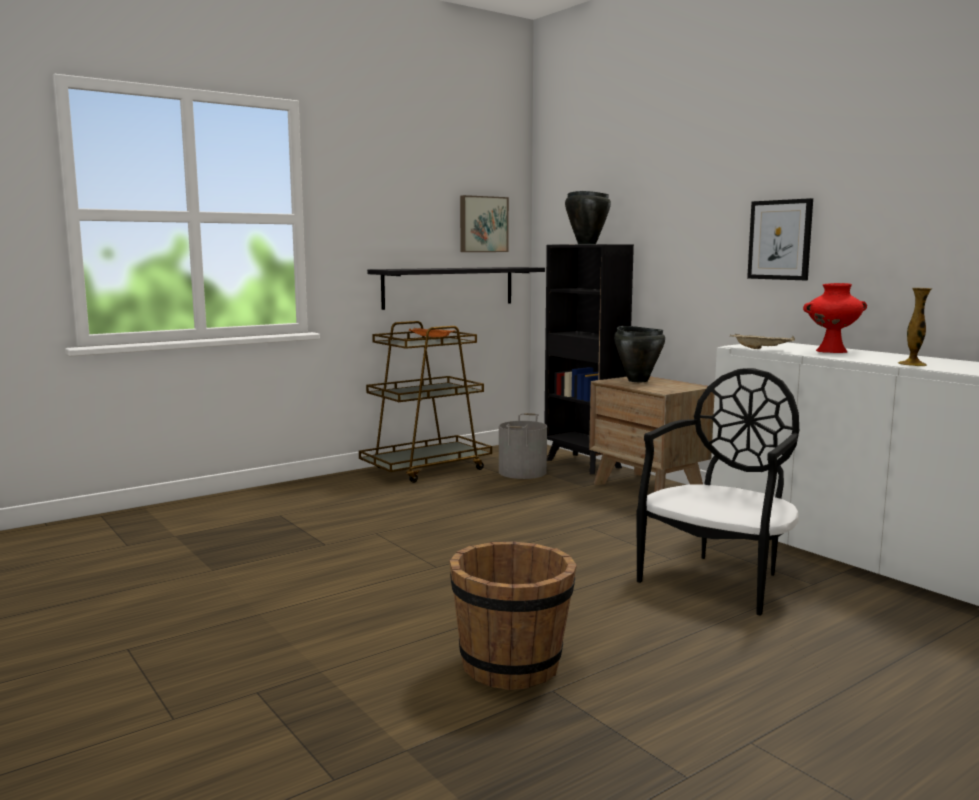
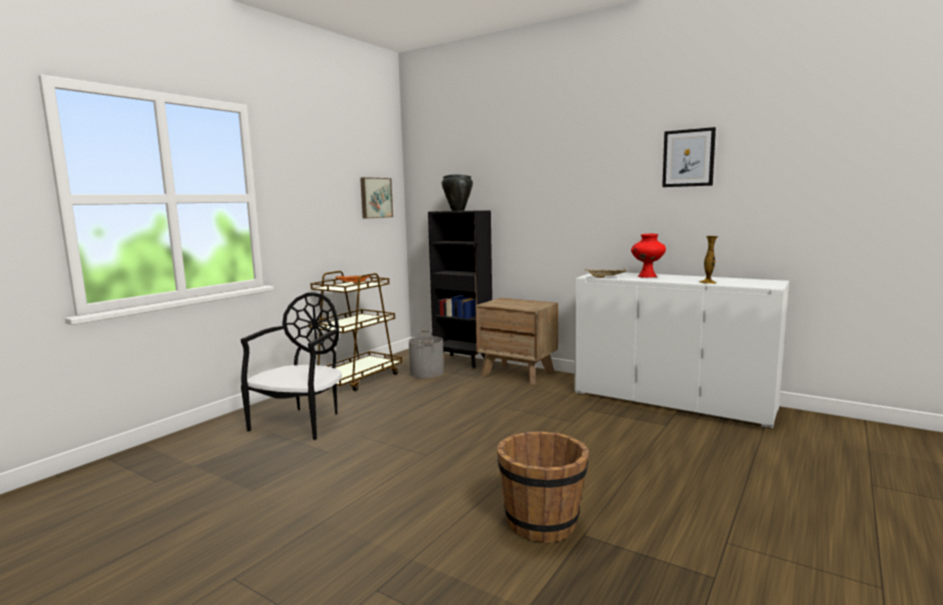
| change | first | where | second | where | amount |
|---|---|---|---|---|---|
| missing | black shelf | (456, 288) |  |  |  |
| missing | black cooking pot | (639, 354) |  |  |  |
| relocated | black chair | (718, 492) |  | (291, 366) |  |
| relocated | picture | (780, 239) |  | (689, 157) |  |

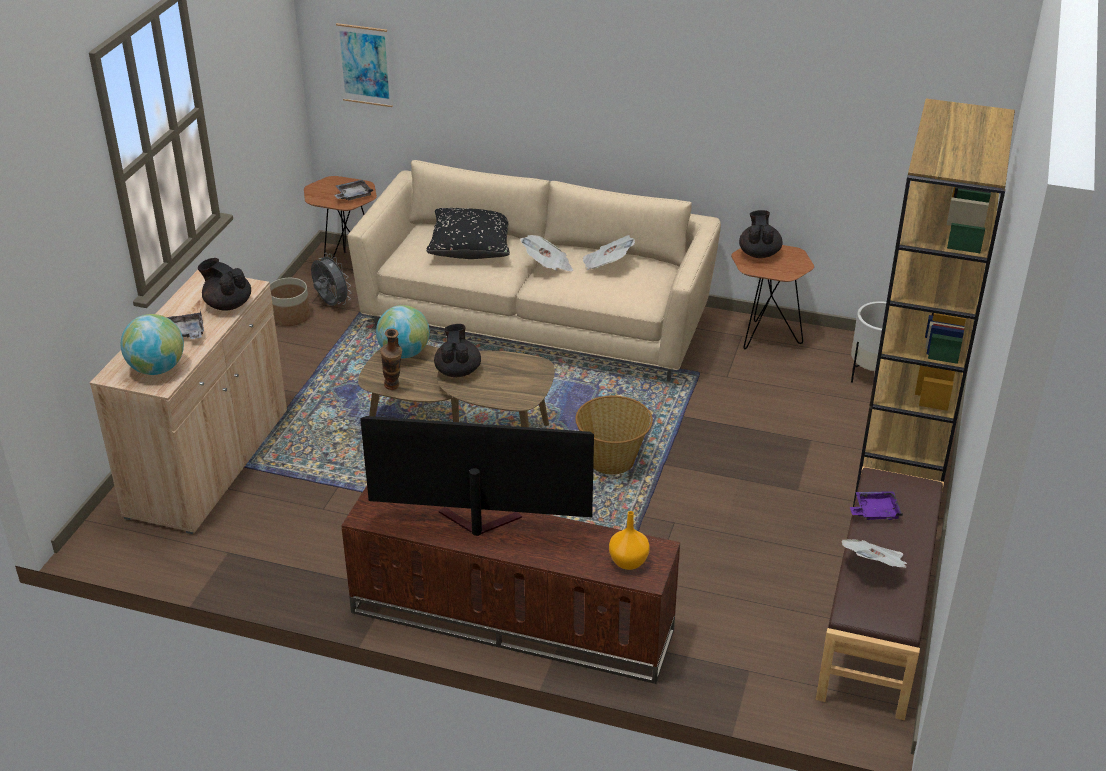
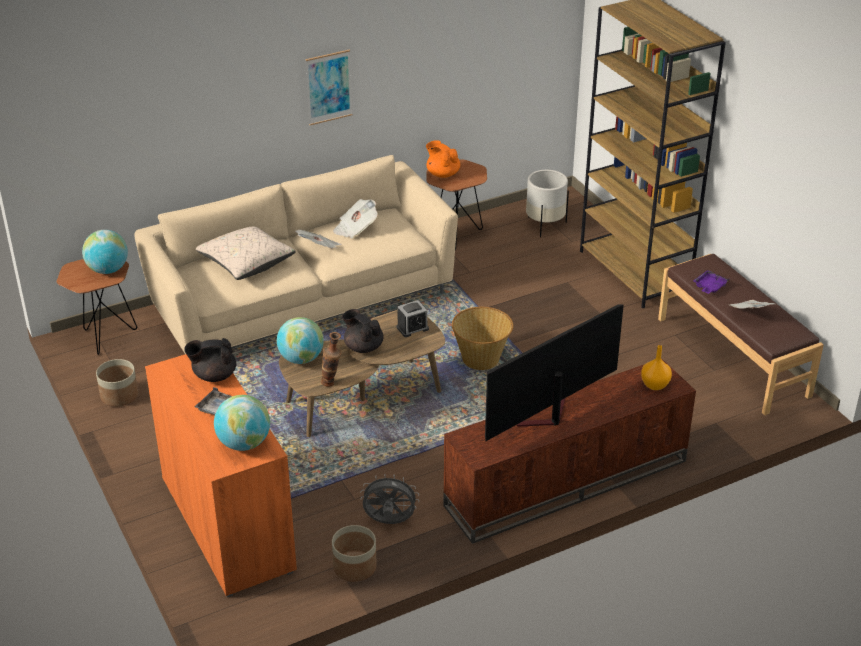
| change | first | where | second | where | amount |
|---|---|---|---|---|---|
| appeared |  |  | planter | (354, 553) |  |
| appeared |  |  | alarm clock | (413, 318) |  |
| relocated | grey fan | (331, 279) |  | (389, 499) |  |
| relocated | picture | (364, 65) |  | (328, 87) |  |
| exchanged | grey tray | (353, 190) | globe | (105, 252) |  |
| colour | beige cabinet | (188, 402) | orange cabinet | (221, 475) |  |
| colour | black pillow | (468, 233) | beige pillow | (246, 253) |  |
| colour | black teapot | (760, 234) | orange teapot | (443, 159) |  |

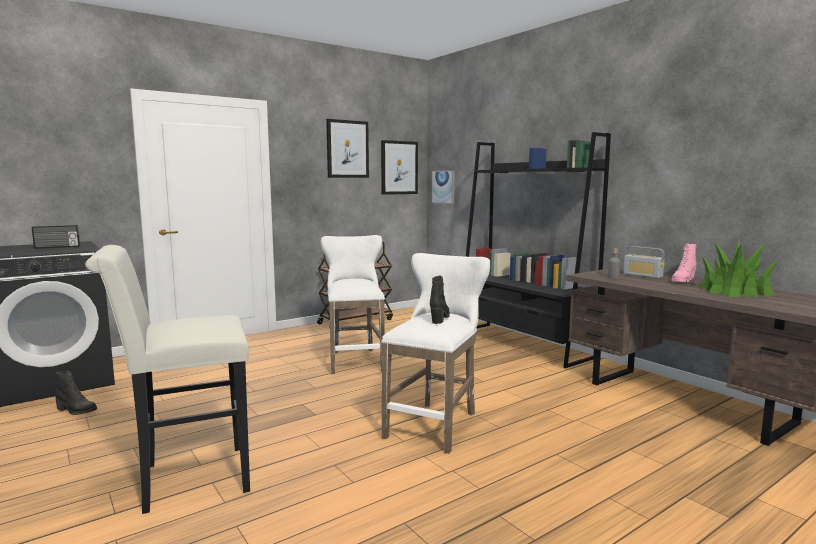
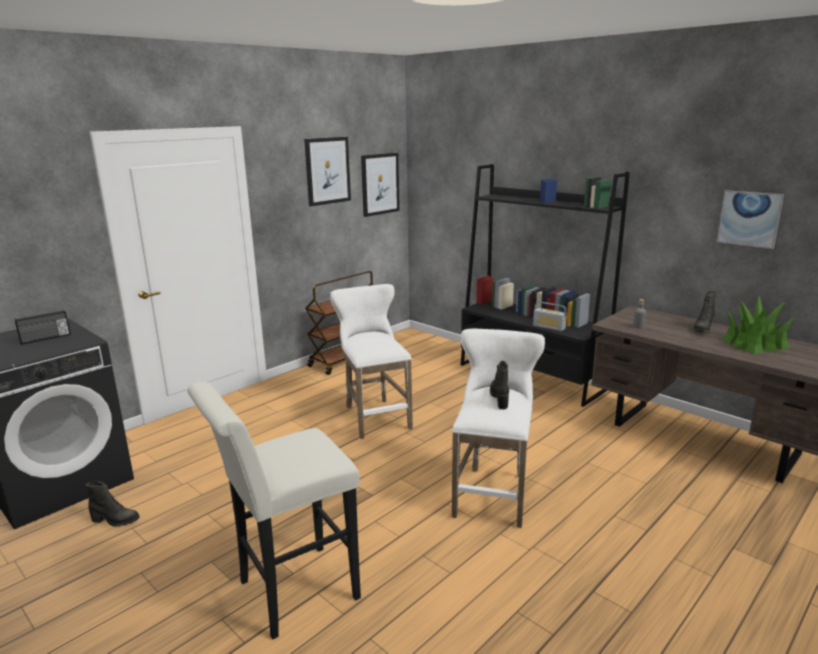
| change | first | where | second | where | amount |
|---|---|---|---|---|---|
| relocated | picture | (443, 187) |  | (750, 219) |  |
| relocated | radio | (643, 262) |  | (550, 316) |  |
| colour | pink boot | (684, 263) | black boot | (705, 312) |  |

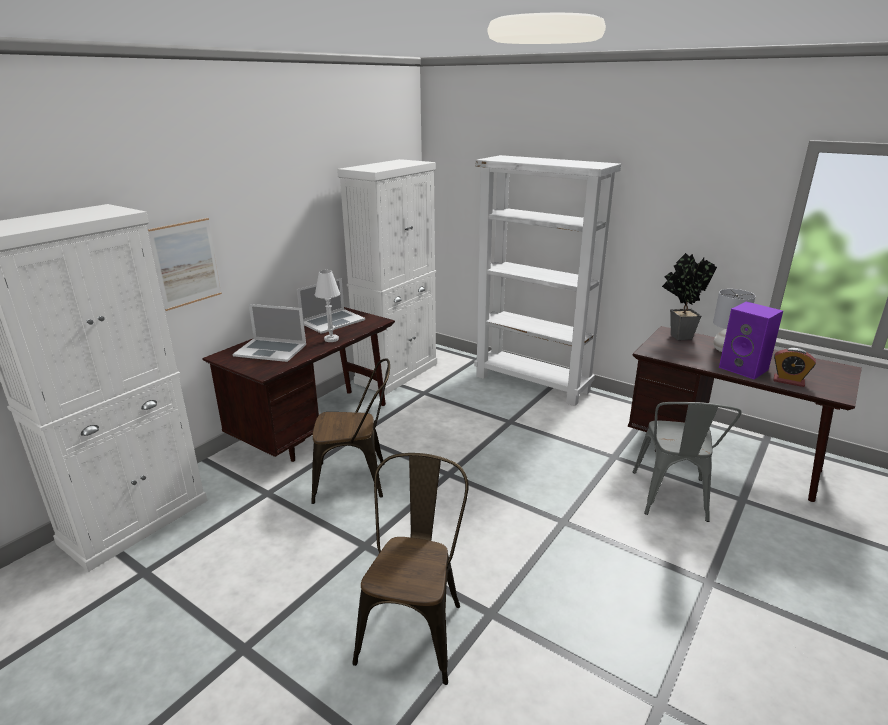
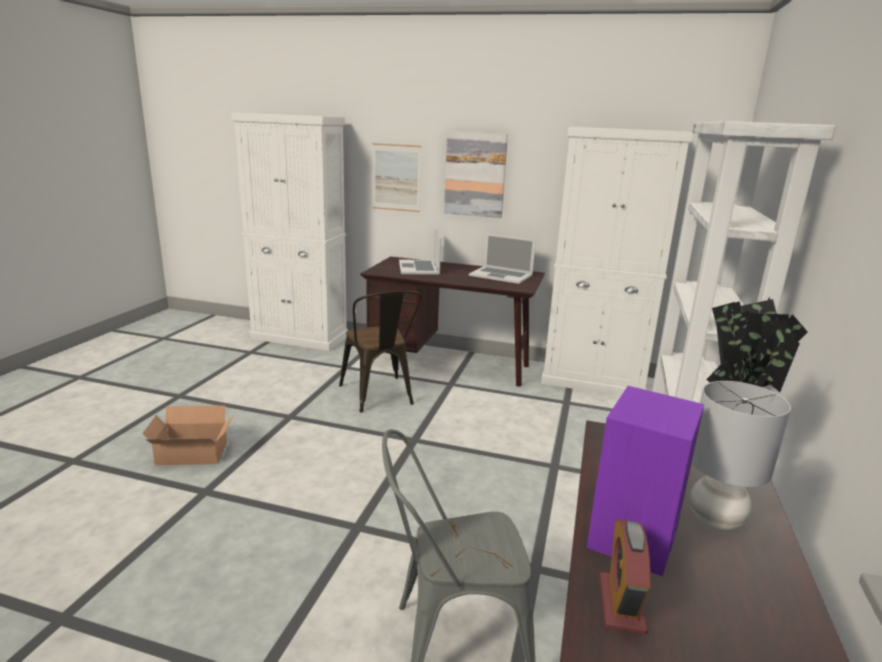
| change | first | where | second | where | amount |
|---|---|---|---|---|---|
| missing | white table lamp | (327, 306) |  |  |  |
| appeared |  |  | picture | (476, 174) |  |
| exchanged | brown chair | (410, 569) | cardboard box | (187, 435) |  |

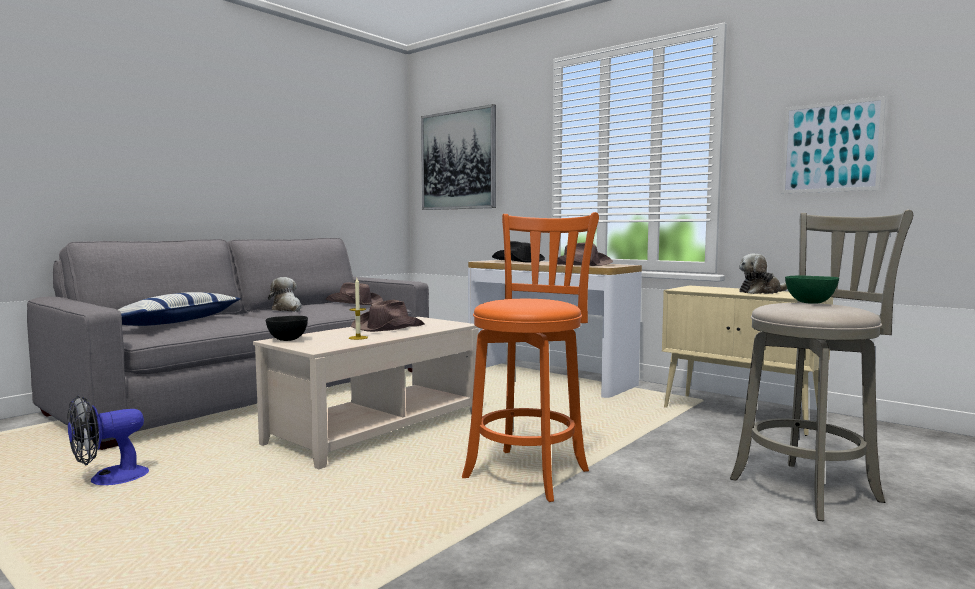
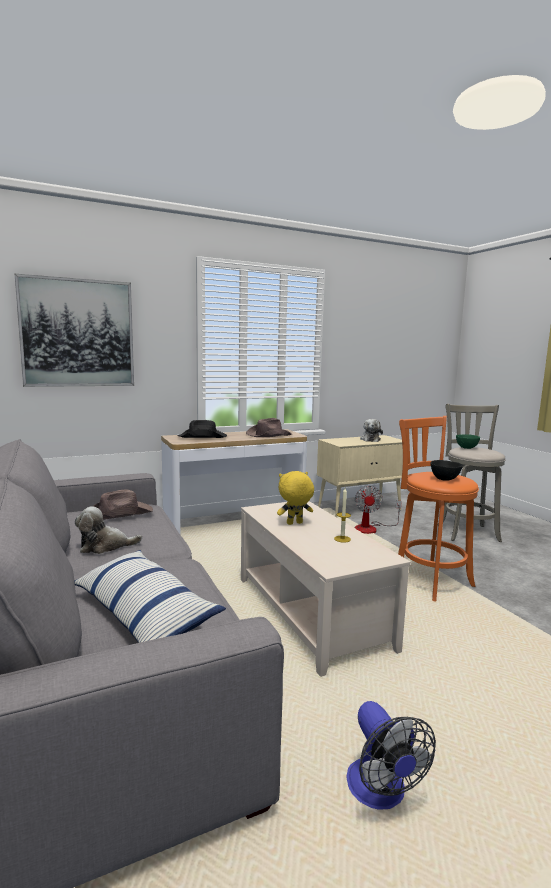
| change | first | where | second | where | amount |
|---|---|---|---|---|---|
| missing | picture | (833, 144) |  |  |  |
| appeared |  |  | fan | (378, 510) |  |
| relocated | black bowl | (287, 328) |  | (446, 470) |  |
| exchanged | brown hat | (388, 315) | yellow plush toy | (295, 498) |  |

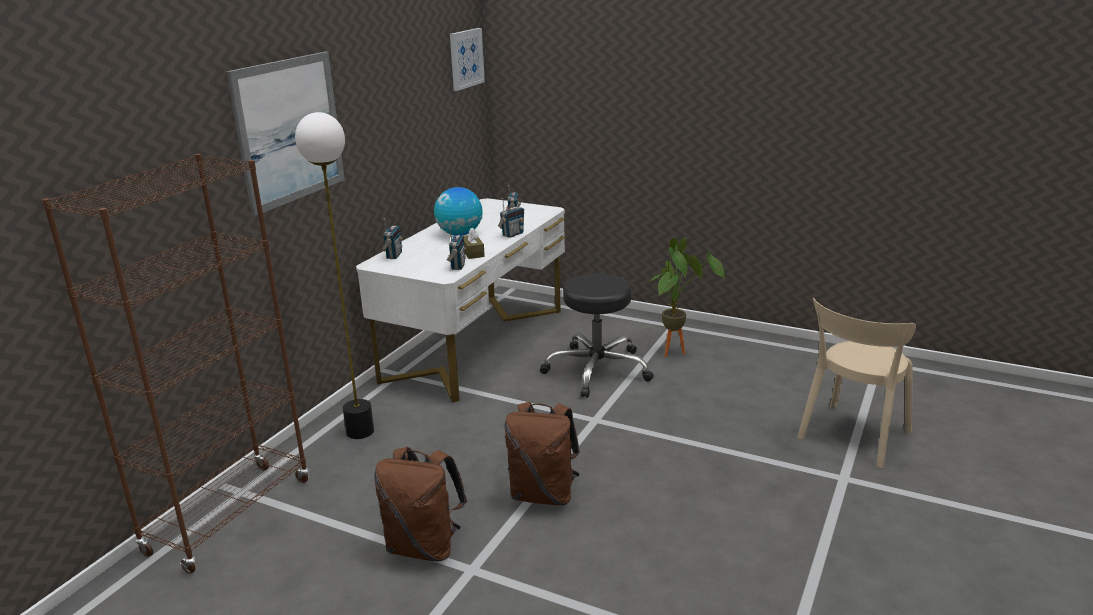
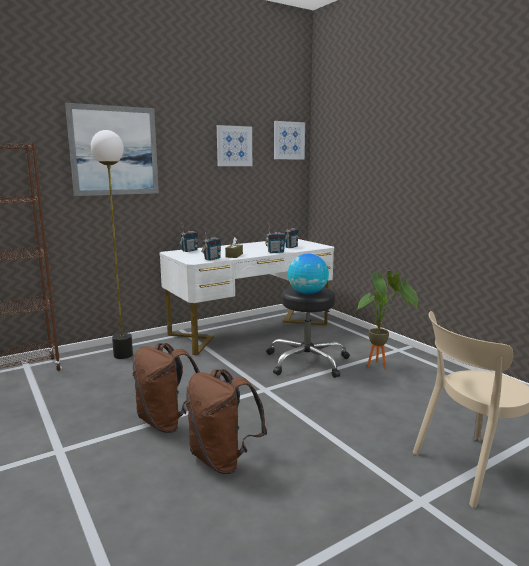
| change | first | where | second | where | amount |
|---|---|---|---|---|---|
| appeared |  |  | picture | (234, 145) |  |
| relocated | brown backpack | (420, 504) |  | (226, 421) |  |
| relocated | globe | (458, 211) |  | (308, 273) |  |

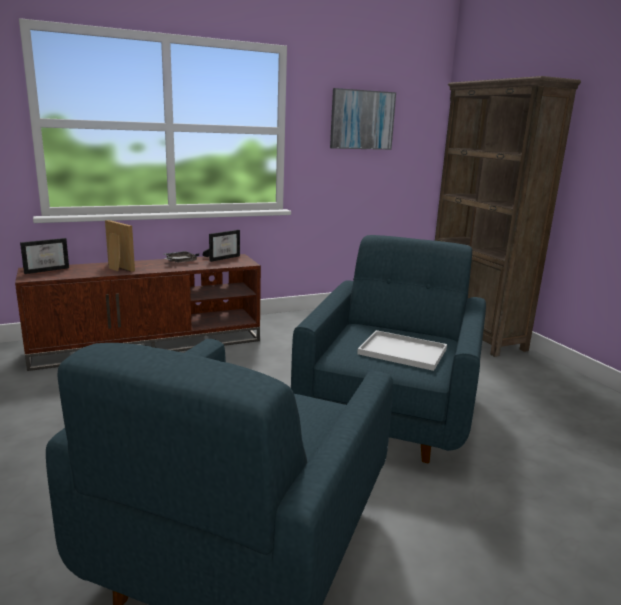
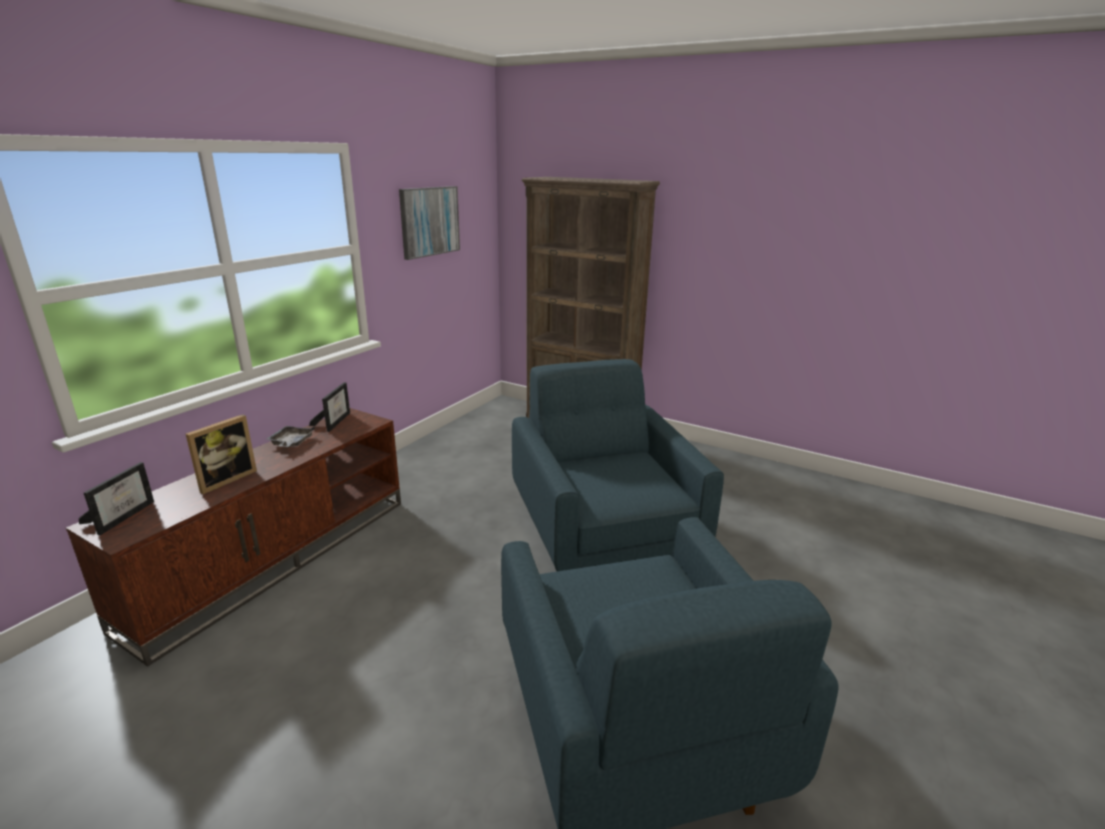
| change | first | where | second | where | amount |
|---|---|---|---|---|---|
| missing | white tray | (402, 350) |  |  |  |
| spun | picture frame | (120, 246) |  | (221, 454) | 120 degrees clockwise |

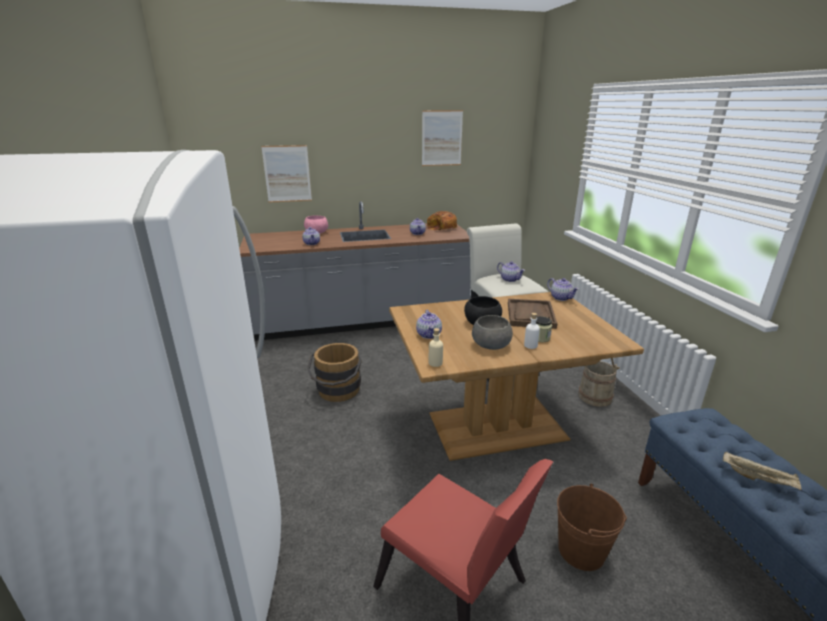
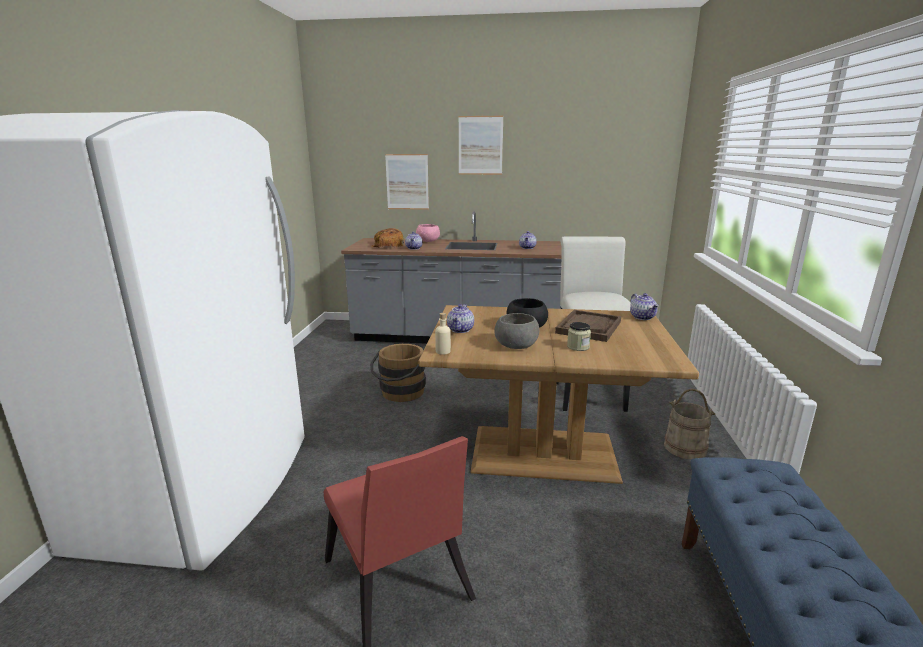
| change | first | where | second | where | amount |
|---|---|---|---|---|---|
| missing | teapot | (511, 271) |  |  |  |
| missing | white bottle | (532, 331) |  |  |  |
| missing | brown bucket | (592, 527) |  |  |  |
| missing | beige tray | (762, 470) |  |  |  |
| relocated | picture | (442, 138) |  | (481, 145) |  |
| relocated | bread | (442, 220) |  | (388, 238) |  |

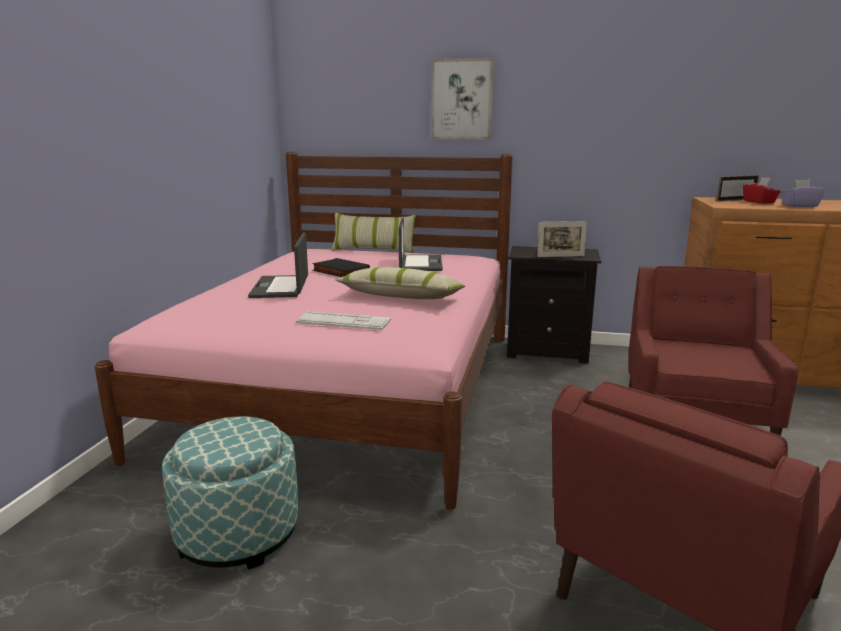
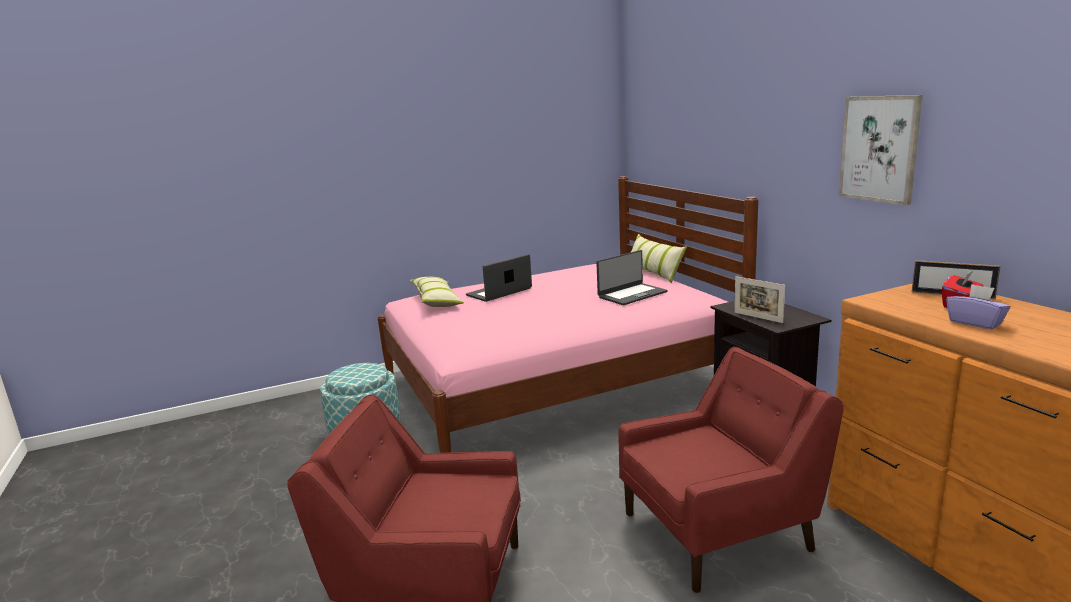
| change | first | where | second | where | amount |
|---|---|---|---|---|---|
| missing | keyboard | (343, 320) |  |  |  |
| missing | black book | (341, 267) |  |  |  |
| relocated | pillow | (400, 283) |  | (436, 292) |  |
| relocated | picture | (462, 98) |  | (881, 150) |  |

